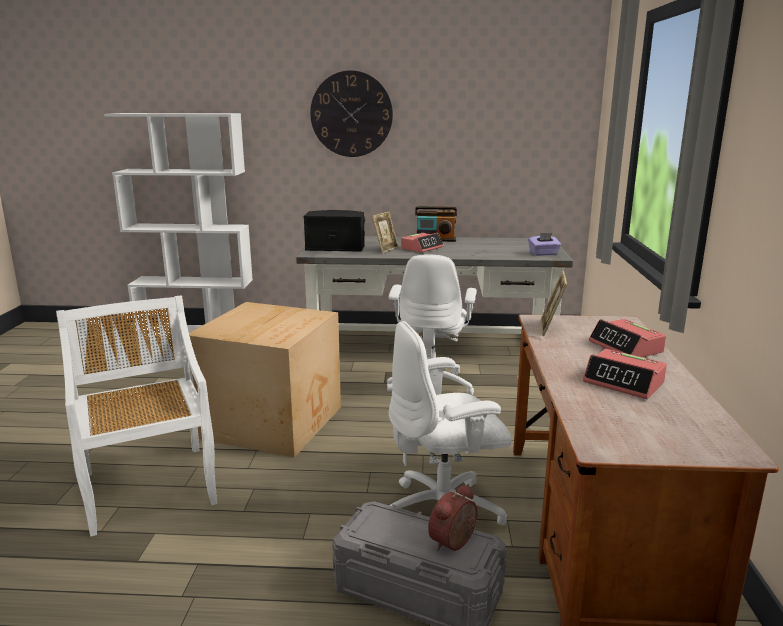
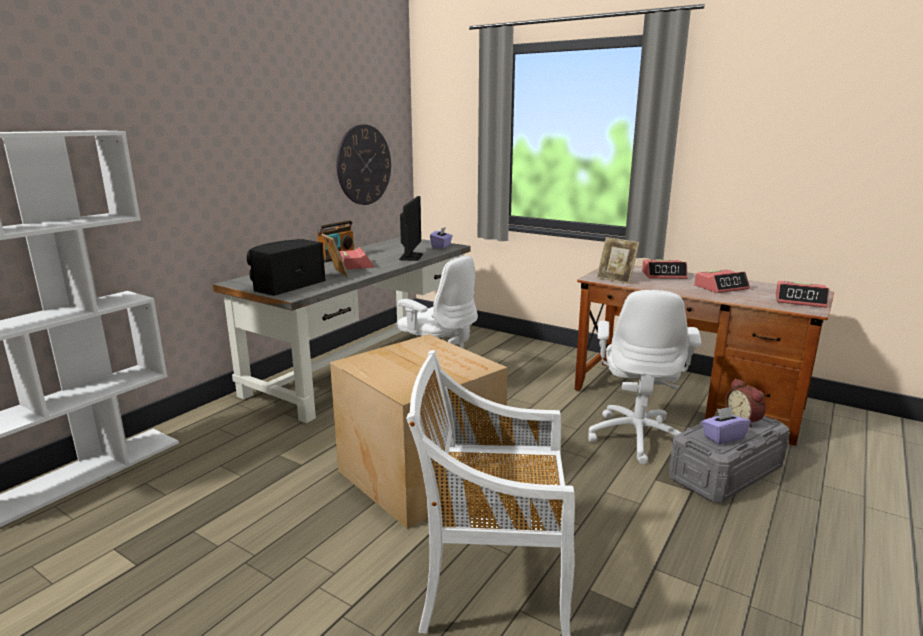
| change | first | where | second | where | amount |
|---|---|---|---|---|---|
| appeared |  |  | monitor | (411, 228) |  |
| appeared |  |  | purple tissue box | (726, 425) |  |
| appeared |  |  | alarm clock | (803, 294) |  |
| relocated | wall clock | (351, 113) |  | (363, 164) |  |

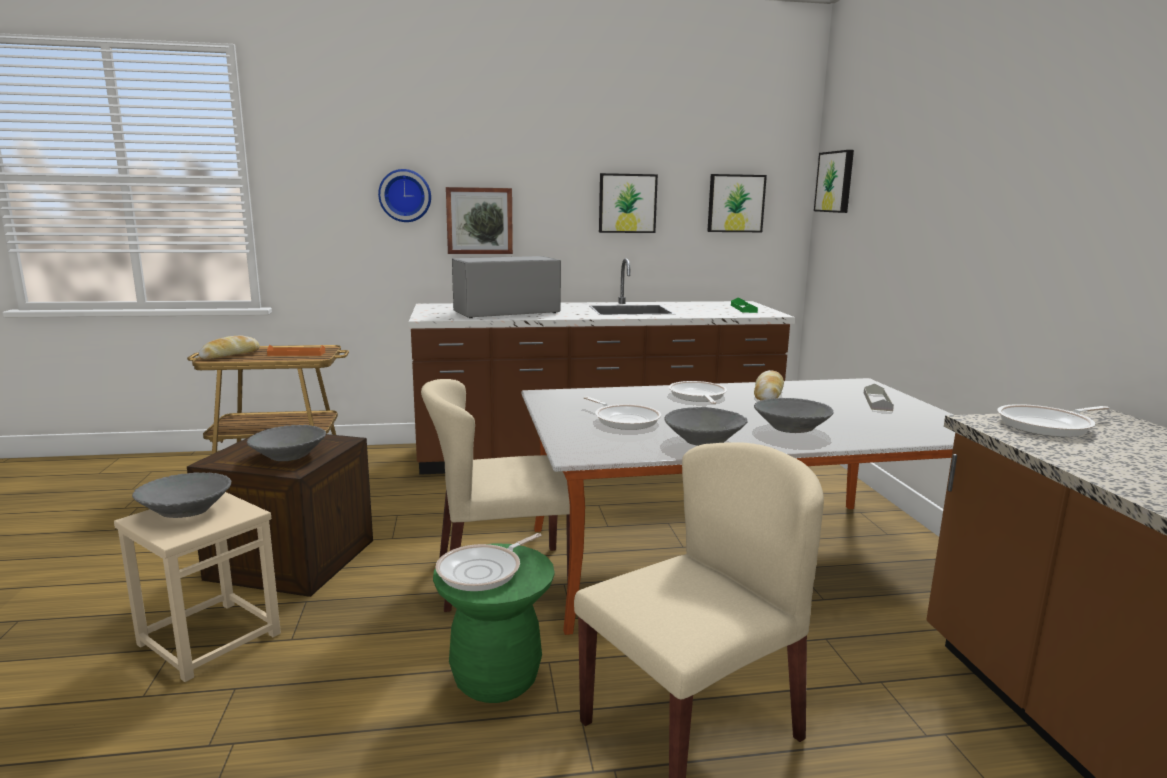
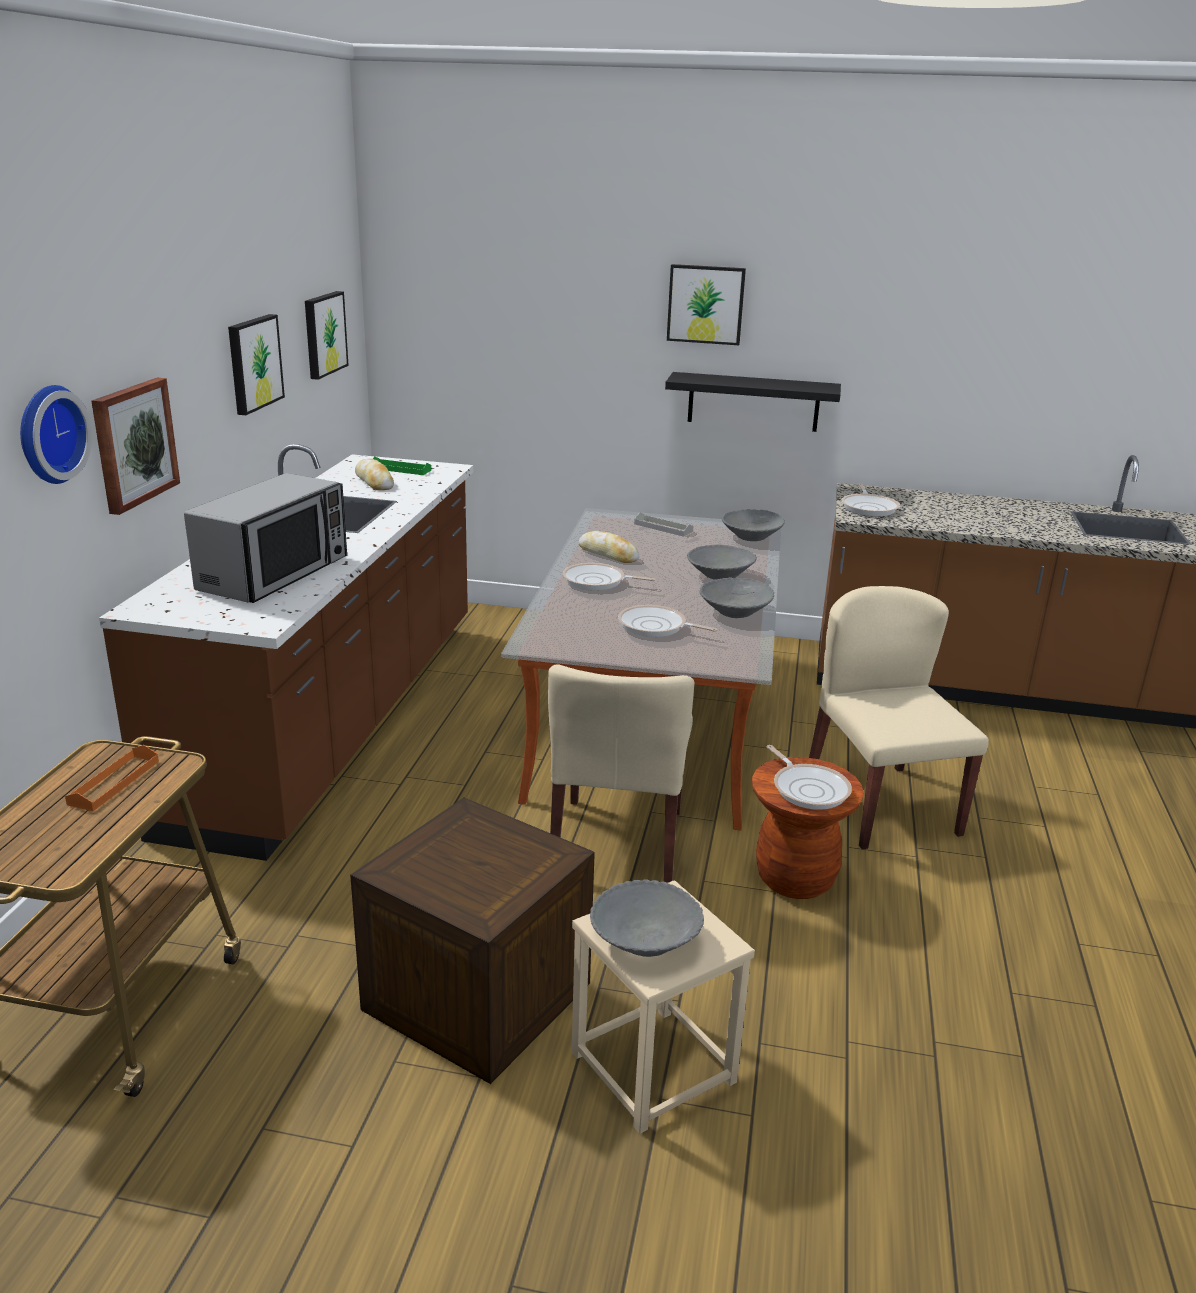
| change | first | where | second | where | amount |
|---|---|---|---|---|---|
| appeared |  |  | black shelf | (753, 402) |  |
| relocated | bread | (229, 347) |  | (374, 474) |  |
| relocated | grey bowl | (286, 443) |  | (753, 525) |  |
| relocated | picture | (834, 181) |  | (706, 304) |  |
| colour | green stool | (494, 623) | brown stool | (808, 828) |  |
| spun | microwave | (506, 287) |  | (265, 538) | 150 degrees counterclockwise |
| spun | frying pan | (622, 413) |  | (668, 621) | 135 degrees counterclockwise |

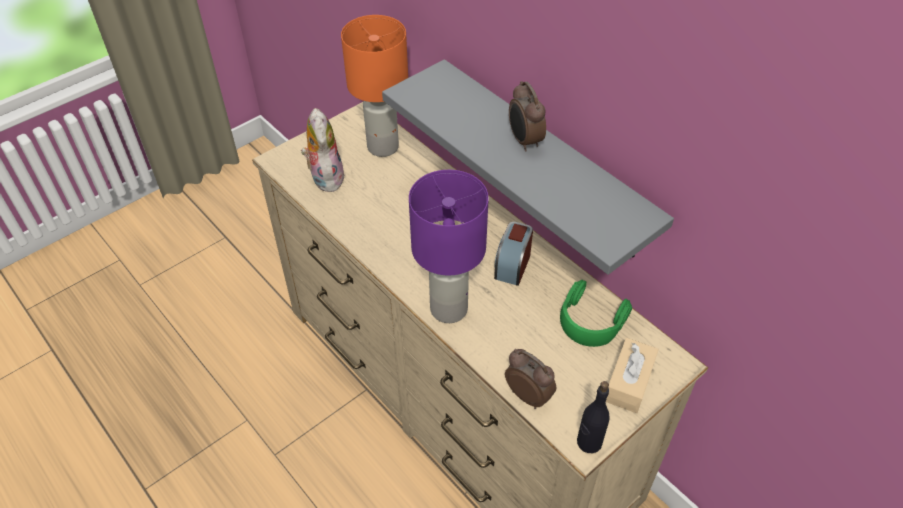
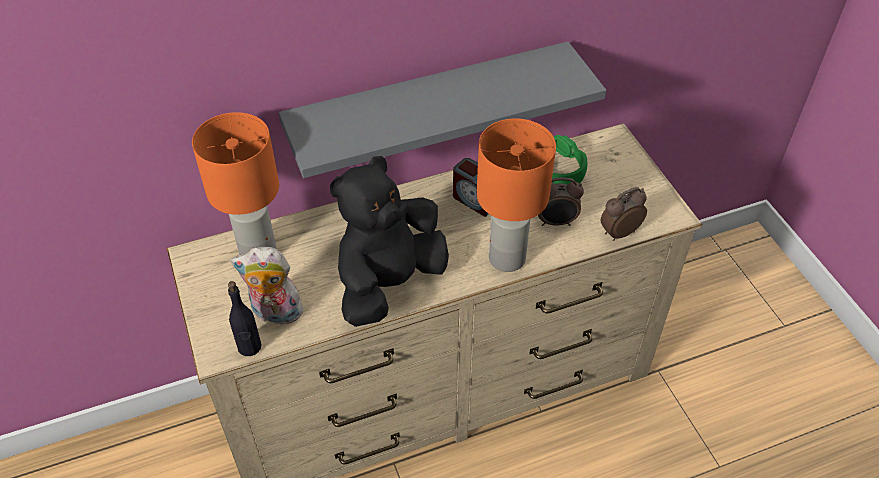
| change | first | where | second | where | amount |
|---|---|---|---|---|---|
| missing | beige tissue box | (632, 375) |  |  |  |
| appeared |  |  | black plush toy | (389, 241) |  |
| relocated | alarm clock | (527, 116) |  | (561, 202) |  |
| relocated | black bottle | (593, 417) |  | (245, 318) |  |
| colour | purple table lamp | (449, 246) | orange table lamp | (516, 195) |  |

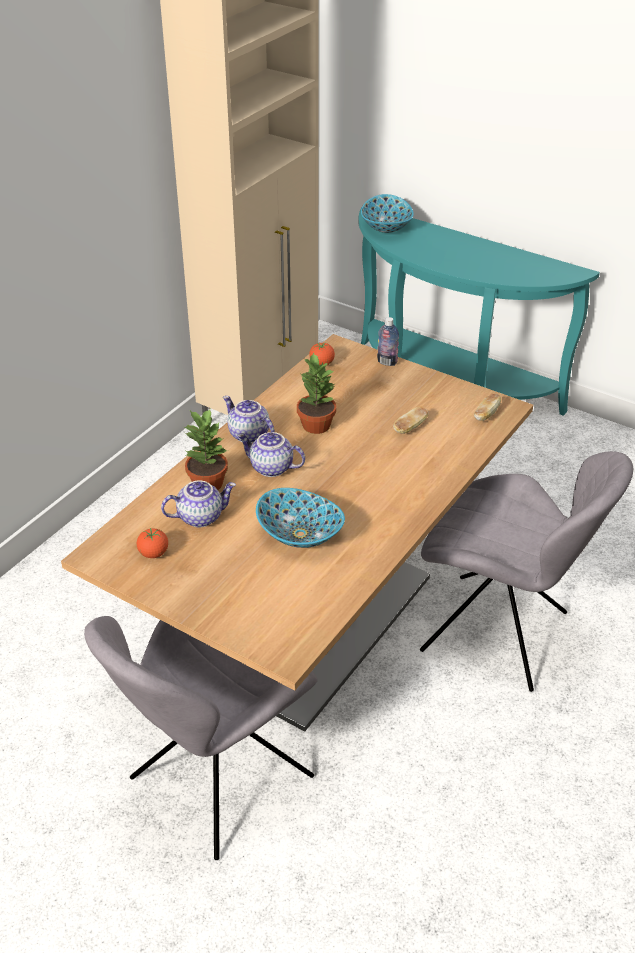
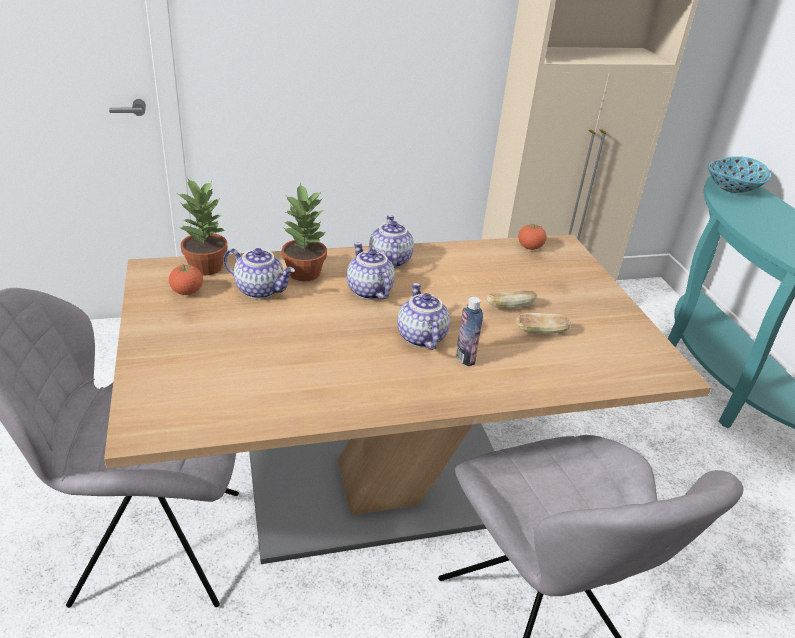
| change | first | where | second | where | amount |
|---|---|---|---|---|---|
| missing | bowl | (300, 518) |  |  |  |
| appeared |  |  | teapot | (423, 316) |  |
| relocated | potted plant | (316, 393) |  | (203, 227) |  |
| relocated | bottle | (388, 341) |  | (469, 331) |  |
| relocated | bread | (487, 407) |  | (512, 299) |  |

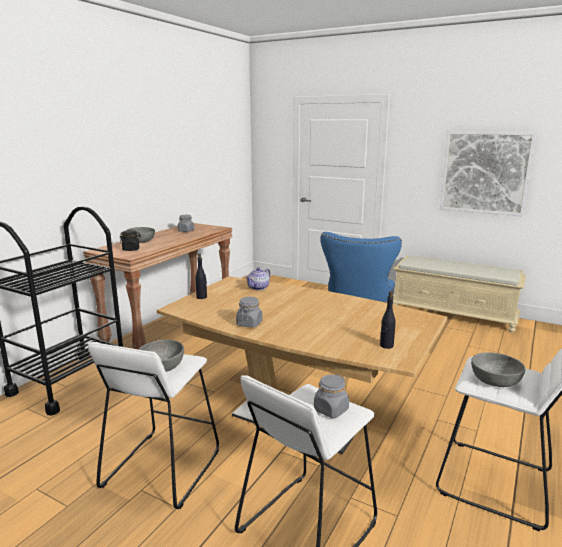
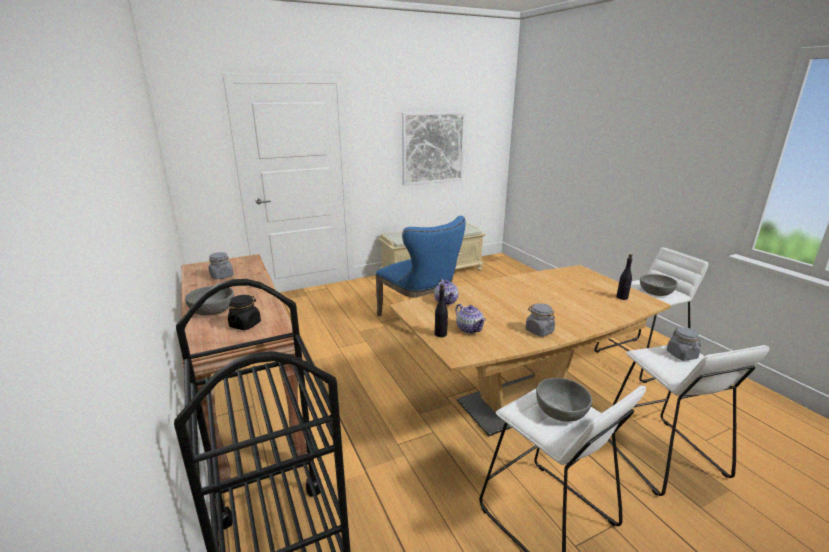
| change | first | where | second | where | amount |
|---|---|---|---|---|---|
| appeared |  |  | teapot | (470, 319) |  |

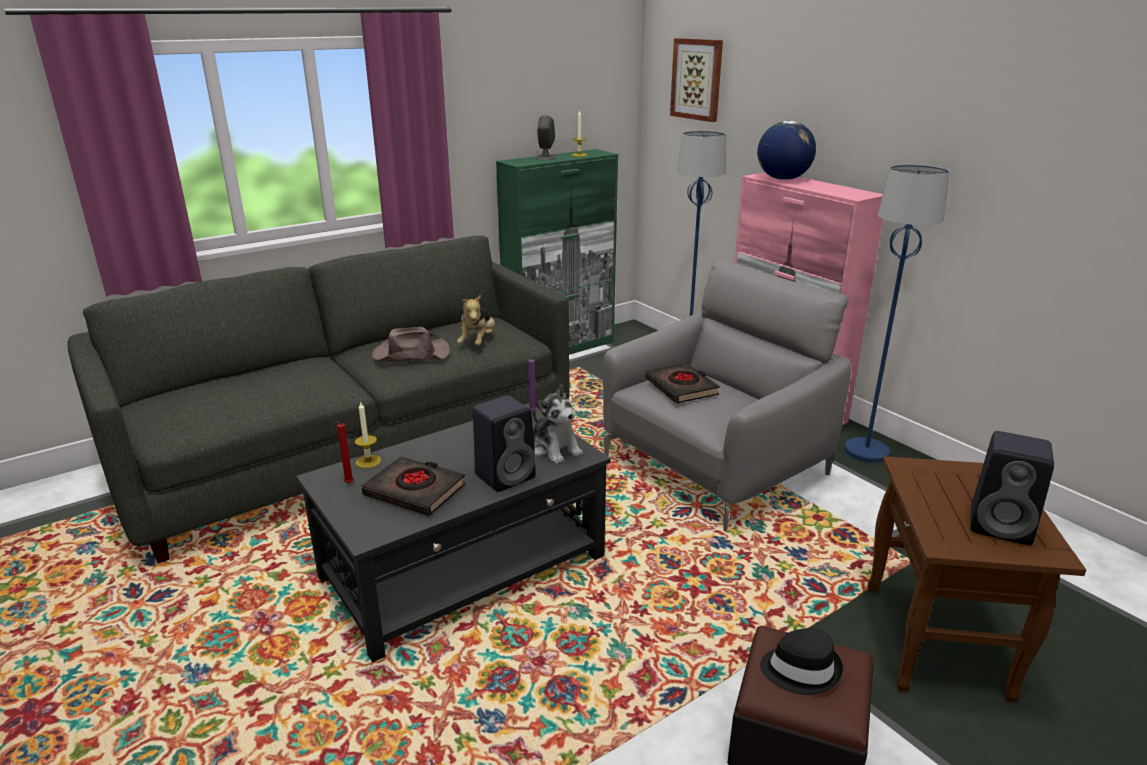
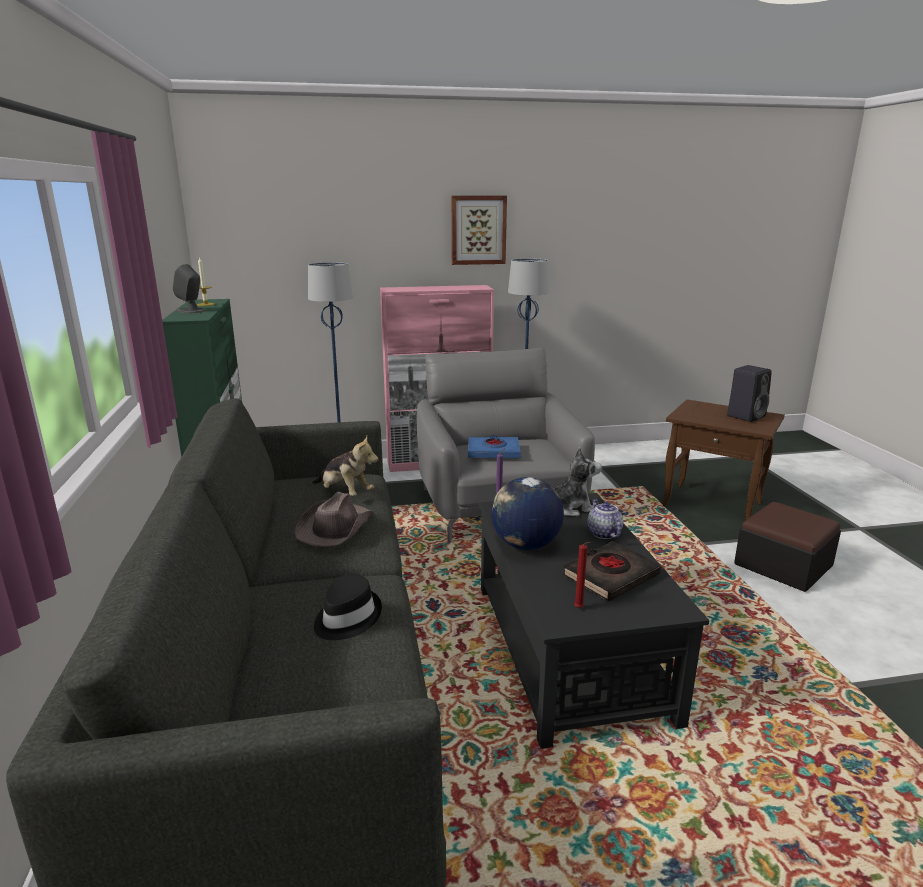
| change | first | where | second | where | amount |
|---|---|---|---|---|---|
| missing | candle | (368, 435) |  |  |  |
| relocated | picture | (696, 80) |  | (479, 230) |  |
| relocated | globe | (786, 150) |  | (527, 513) |  |
| relocated | black hat | (801, 661) |  | (348, 607) |  |
| exchanged | black speaker | (504, 443) | teapot | (605, 519) |  |
| colour | black book | (683, 383) | blue book | (494, 446) |  |

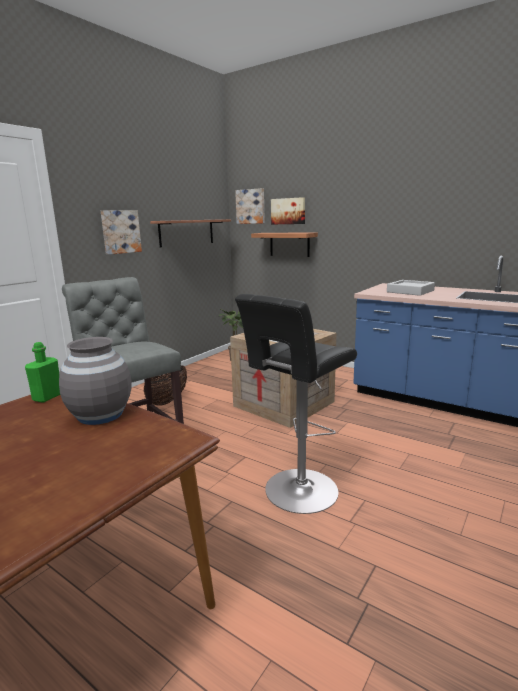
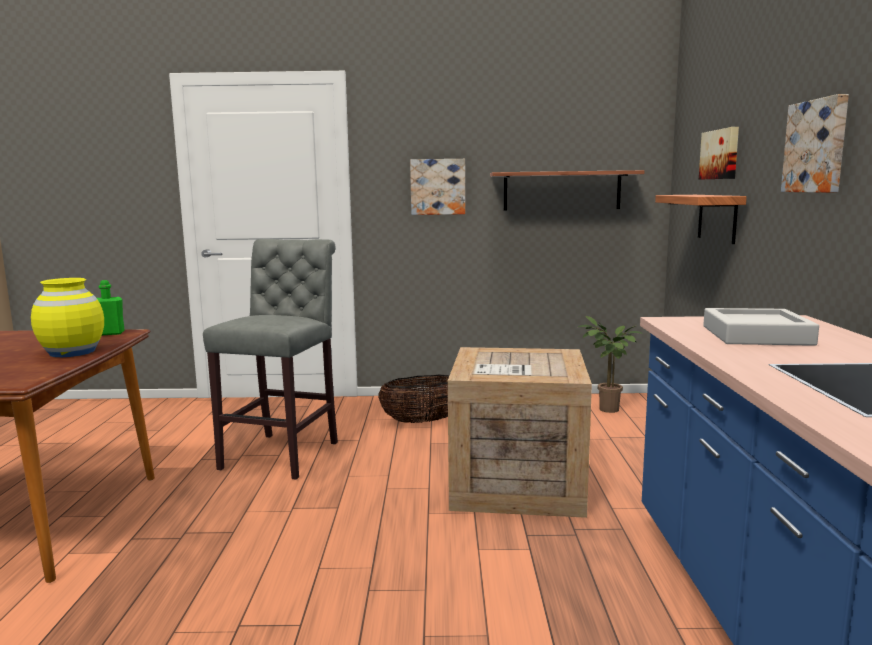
| change | first | where | second | where | amount |
|---|---|---|---|---|---|
| missing | black stool | (296, 404) |  |  |  |
| relocated | picture | (250, 206) |  | (815, 143) |  |
| colour | grey vase | (95, 381) | yellow vase | (67, 317) |  |

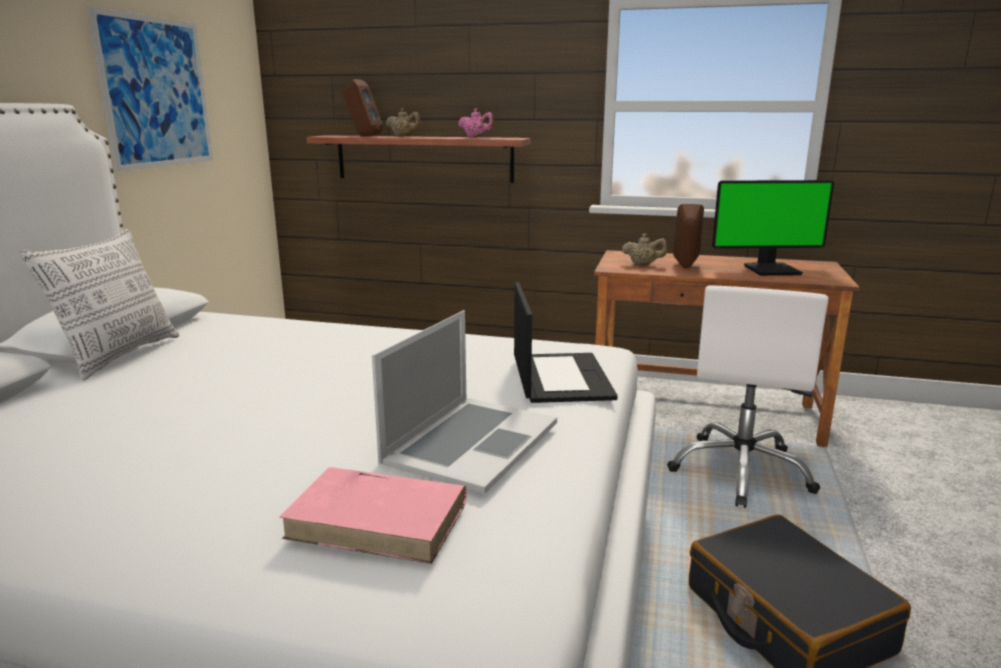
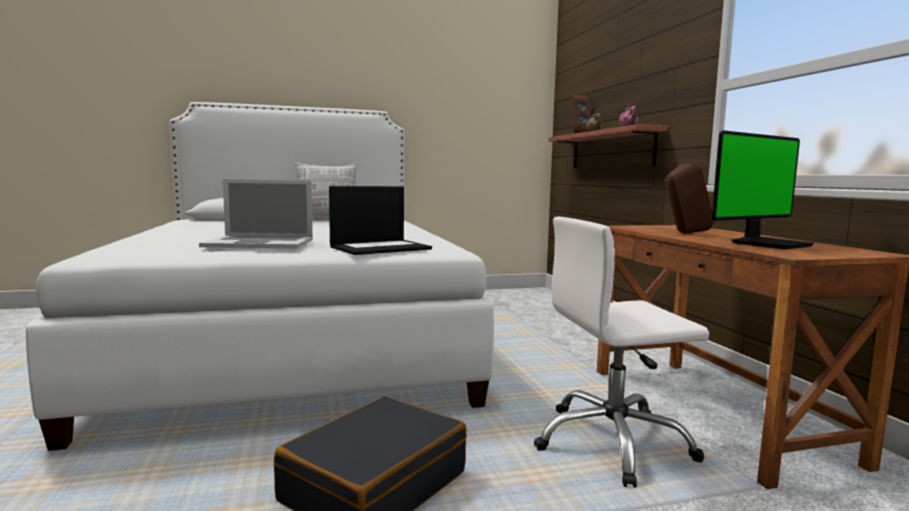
| change | first | where | second | where | amount |
|---|---|---|---|---|---|
| missing | picture | (150, 89) |  |  |  |
| missing | pink book | (373, 515) |  |  |  |
| missing | beige teapot | (645, 249) |  |  |  |
| spun | monitor | (773, 228) |  | (763, 190) | 90 degrees counterclockwise |

